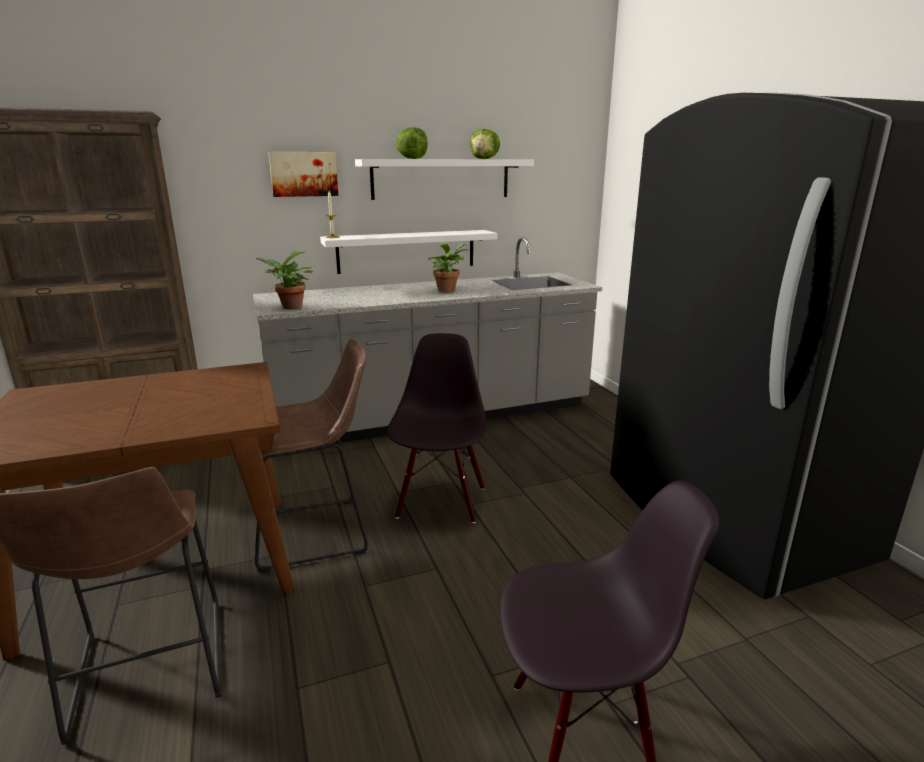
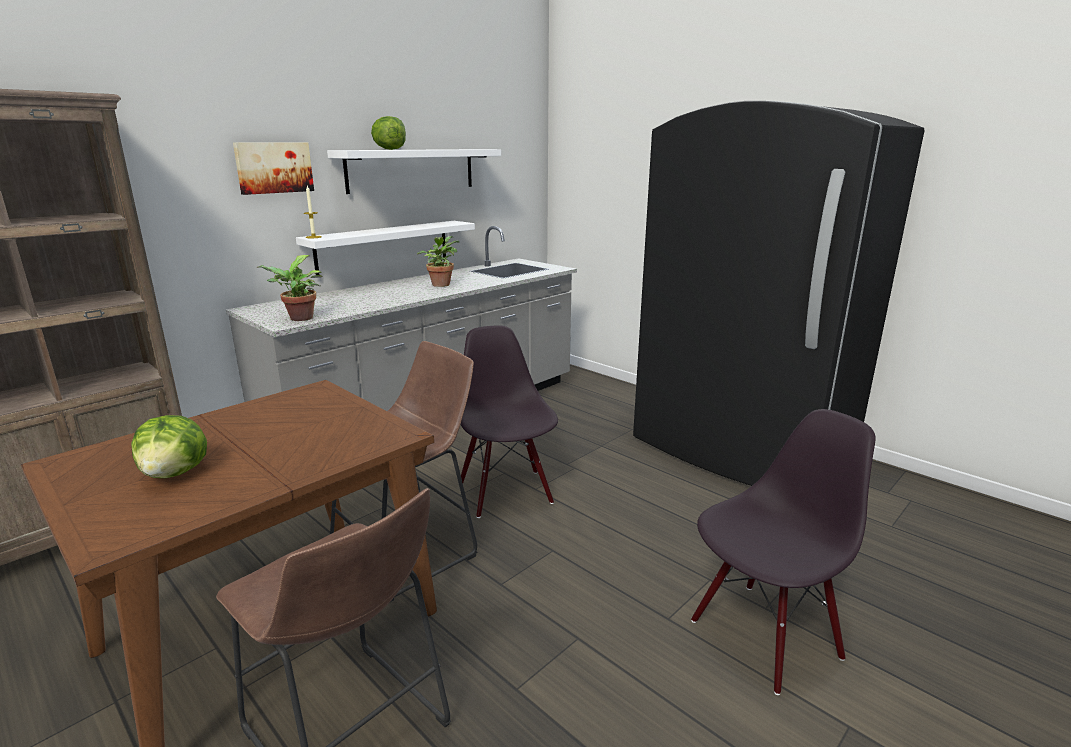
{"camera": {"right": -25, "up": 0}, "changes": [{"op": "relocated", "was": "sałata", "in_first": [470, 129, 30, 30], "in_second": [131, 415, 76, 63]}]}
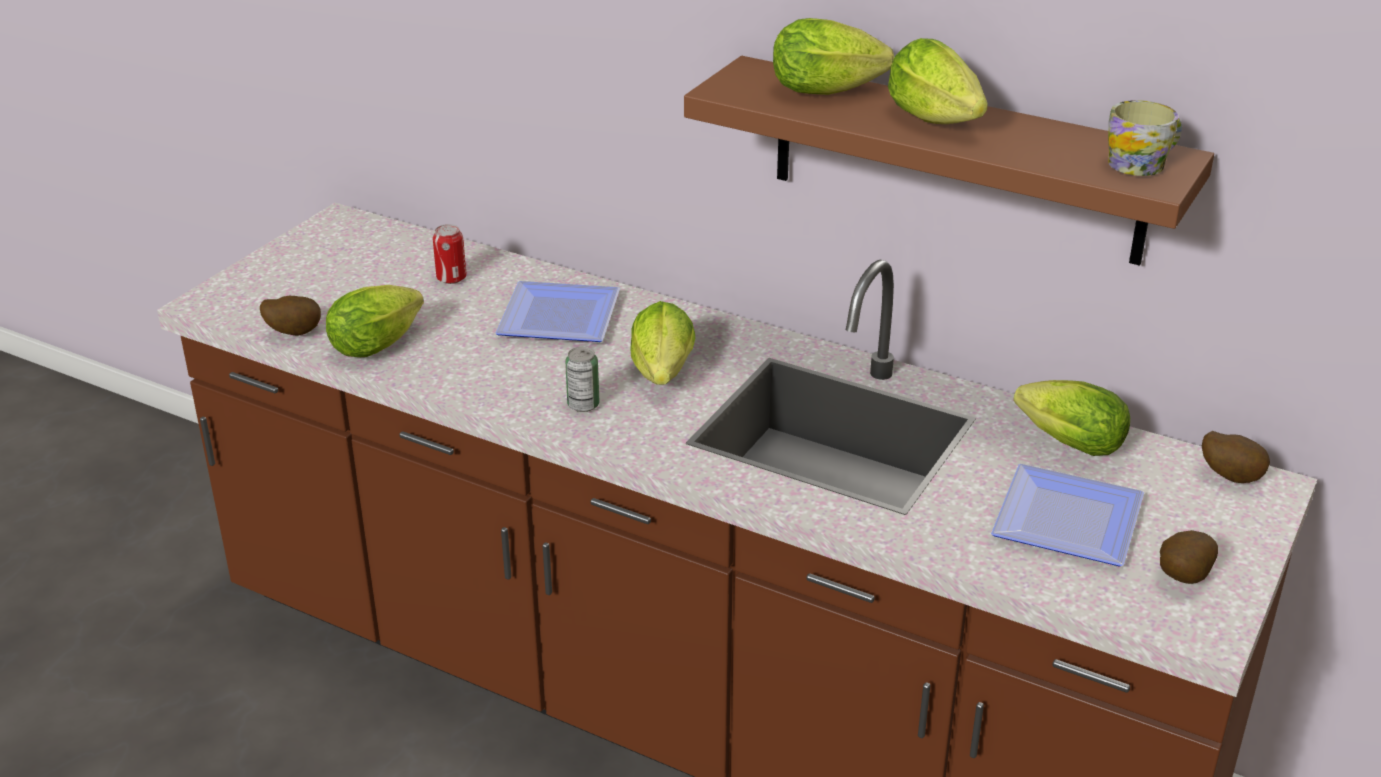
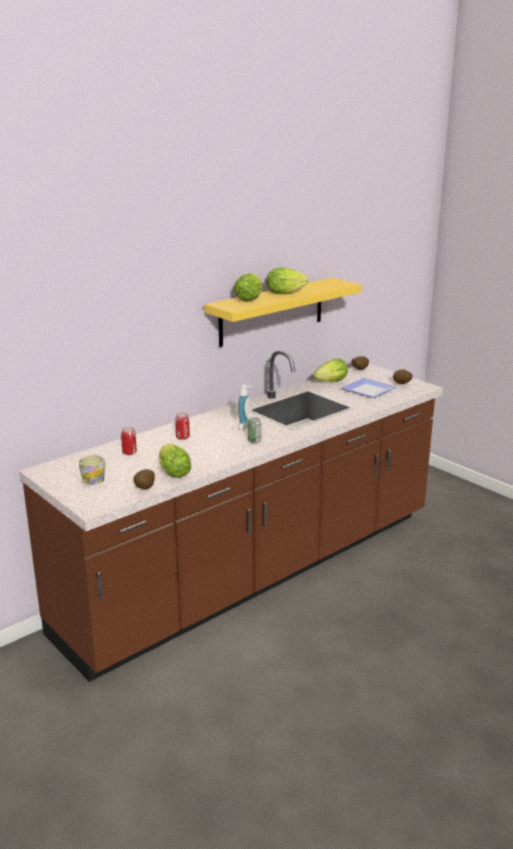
{"camera": {"right": -70, "up": -10}, "changes": [{"op": "exchanged", "was": "talerz", "now": "puszka", "in_first": [495, 281, 125, 61], "in_second": [175, 413, 15, 27]}, {"op": "exchanged", "was": "sałata", "now": "dozownik mydła", "in_first": [631, 301, 64, 84], "in_second": [238, 385, 14, 45]}, {"op": "colour", "was": "półka [brązowy]", "now": "półka [żółty]", "in_first": [684, 56, 530, 210], "in_second": [204, 278, 158, 69]}, {"op": "relocated", "was": "kubek", "in_first": [1108, 100, 74, 76], "in_second": [79, 456, 26, 29]}]}
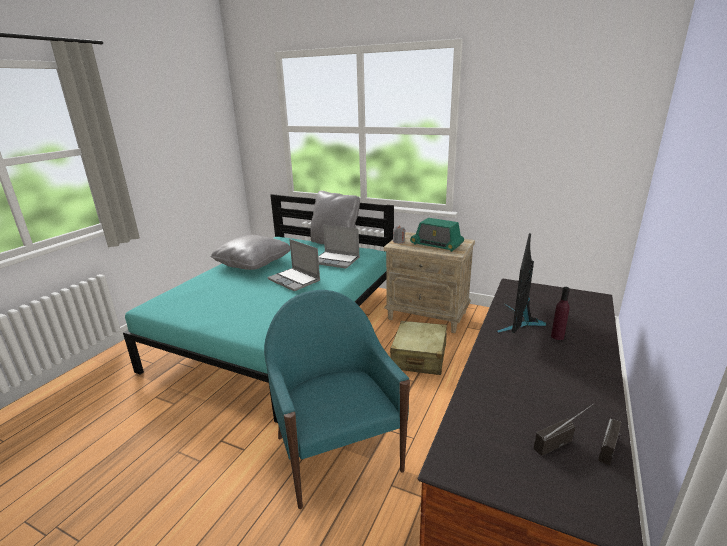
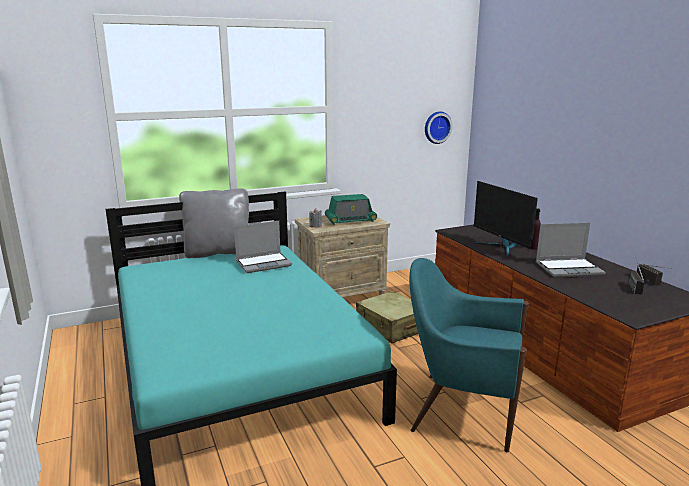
{"camera": {"right": -50, "up": -5}, "changes": [{"op": "missing", "was": "poduszka [szary]", "in_first": [210, 235, 80, 35]}, {"op": "relocated", "was": "laptop", "in_first": [267, 239, 53, 52], "in_second": [536, 223, 70, 54]}, {"op": "appeared", "now": "zegar ścienny", "in_second": [425, 111, 28, 33]}]}
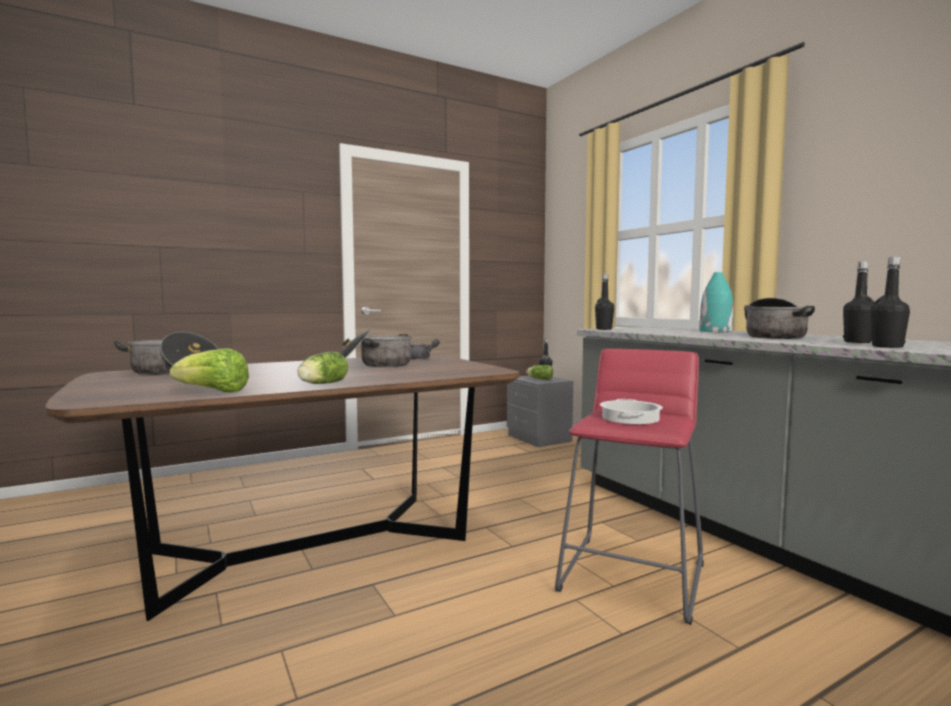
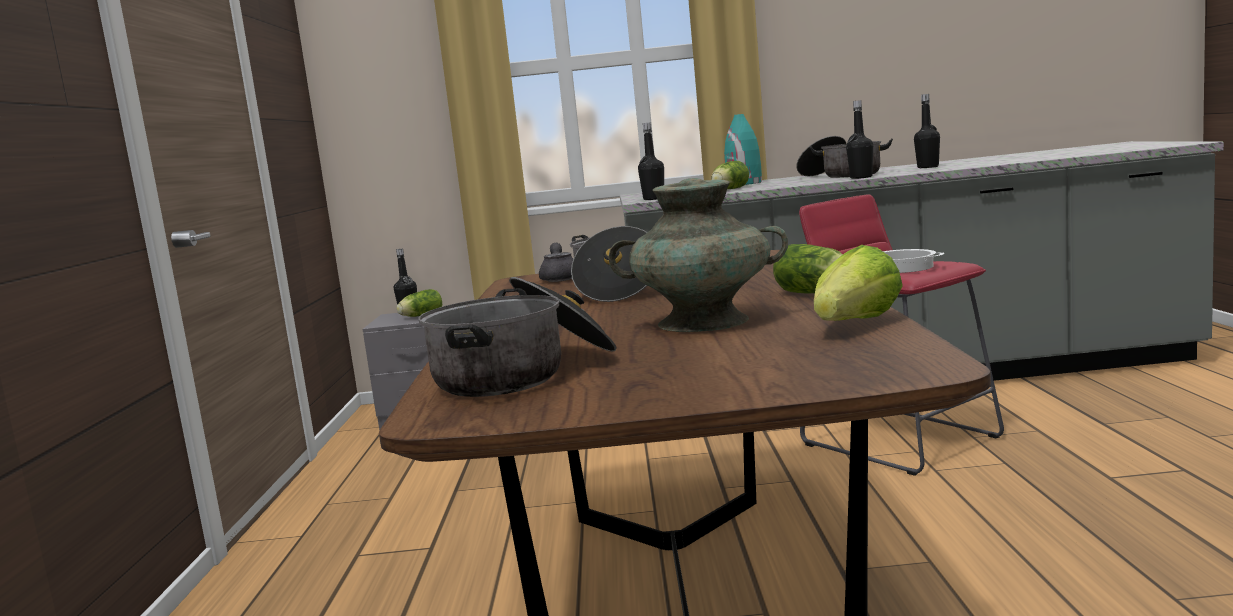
{"camera": {"right": -60, "up": 5}, "changes": [{"op": "relocated", "was": "butelka [czarny]", "in_first": [871, 257, 39, 91], "in_second": [846, 100, 27, 79]}, {"op": "appeared", "now": "wazon [turkusowy]", "in_second": [609, 178, 179, 154]}, {"op": "appeared", "now": "sałata", "in_second": [711, 161, 38, 28]}]}
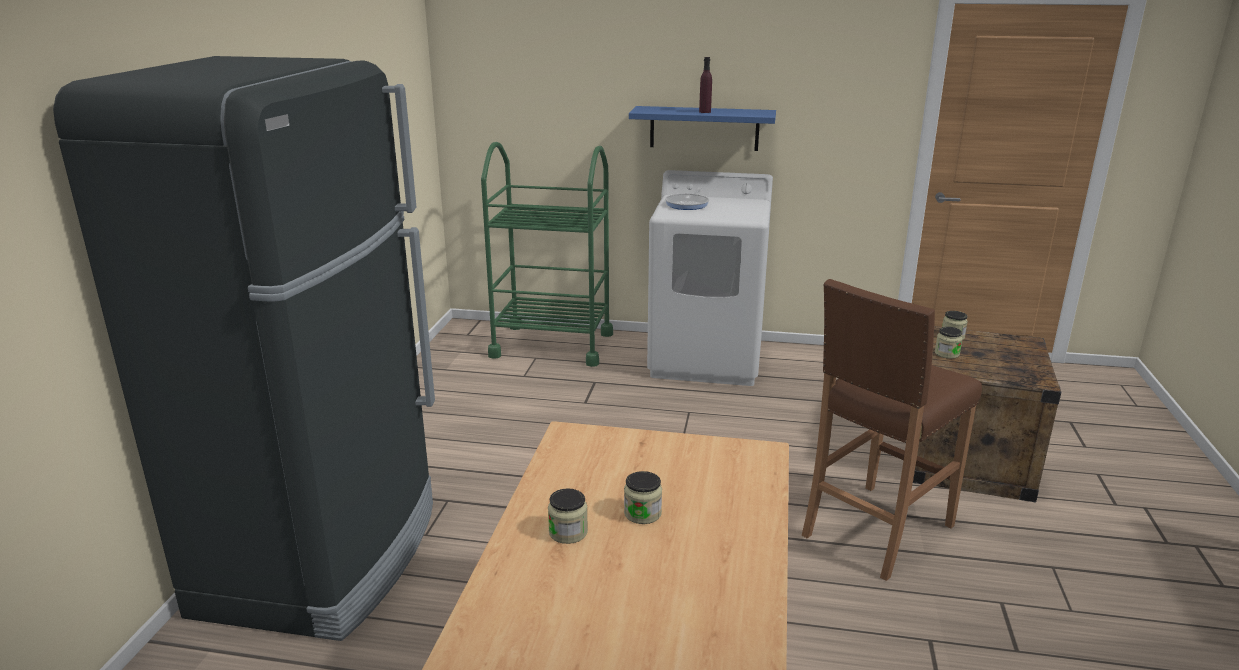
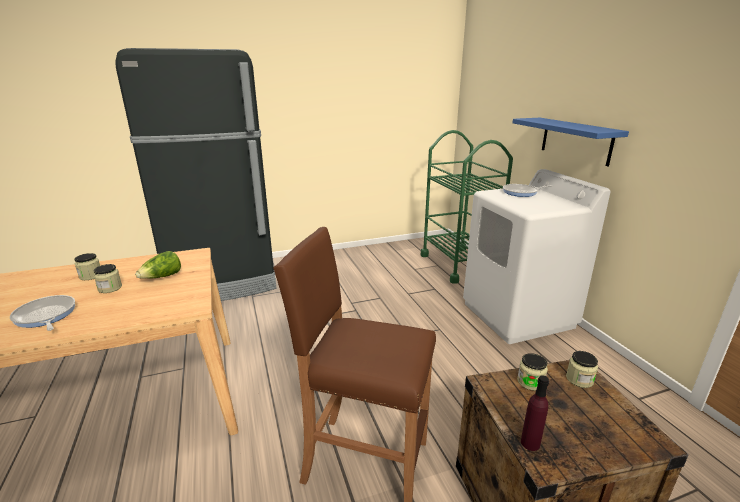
{"camera": {"right": 60, "up": 0}, "changes": [{"op": "relocated", "was": "butelka [fioletowy]", "in_first": [699, 57, 13, 56], "in_second": [521, 375, 28, 76]}, {"op": "appeared", "now": "patelnia", "in_second": [10, 295, 65, 36]}, {"op": "appeared", "now": "sałata", "in_second": [135, 251, 46, 28]}]}
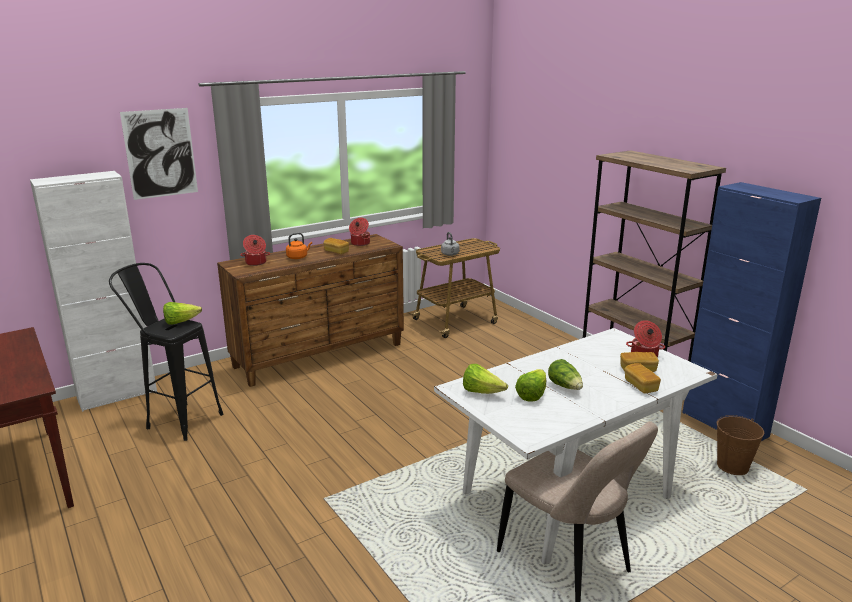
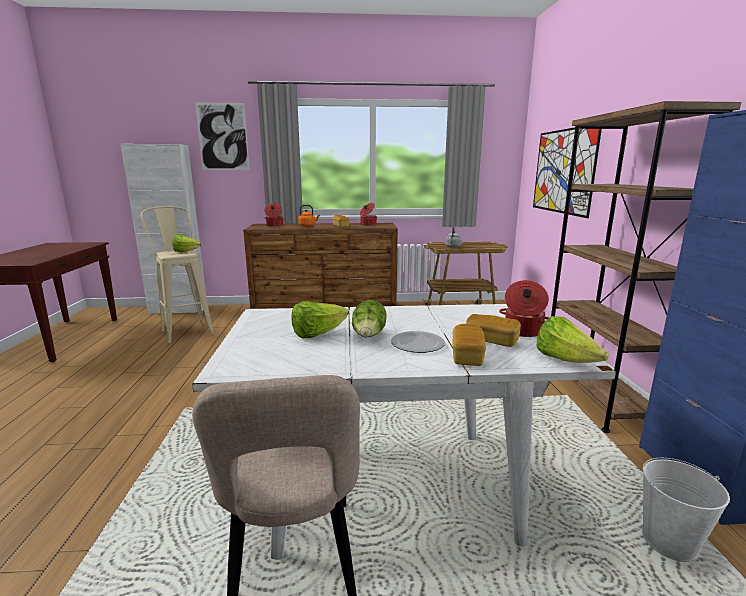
{"camera": {"right": 30, "up": -5}, "changes": [{"op": "colour", "was": "stołek [czarny]", "now": "stołek [beżowy]", "in_first": [109, 263, 114, 178], "in_second": [141, 206, 73, 137]}, {"op": "relocated", "was": "sałata", "in_first": [463, 364, 45, 30], "in_second": [537, 316, 72, 47]}, {"op": "colour", "was": "wiadro [brązowy]", "now": "wiadro [biały]", "in_first": [717, 415, 47, 60], "in_second": [642, 458, 88, 104]}, {"op": "appeared", "now": "talerz", "in_second": [391, 331, 54, 22]}, {"op": "appeared", "now": "obraz", "in_second": [533, 127, 69, 91]}]}
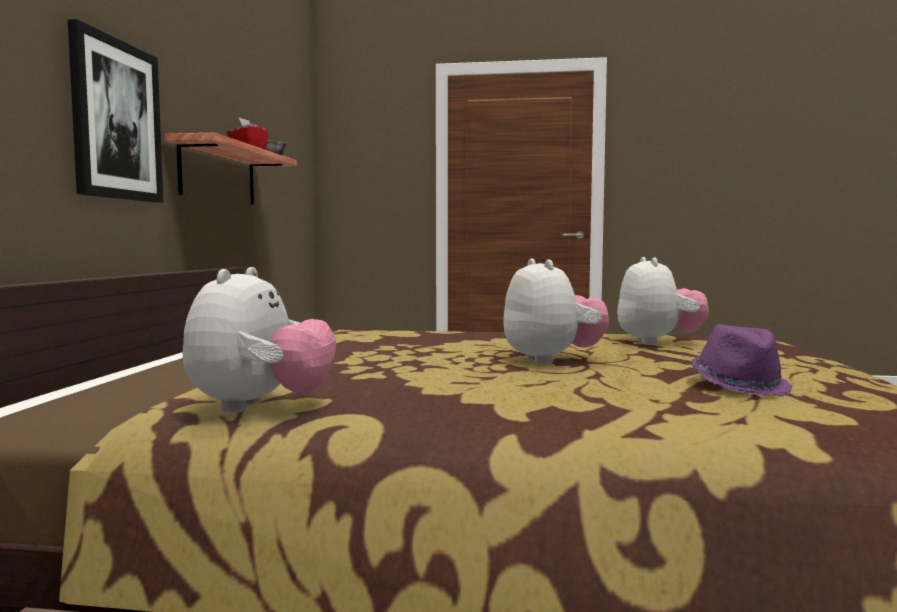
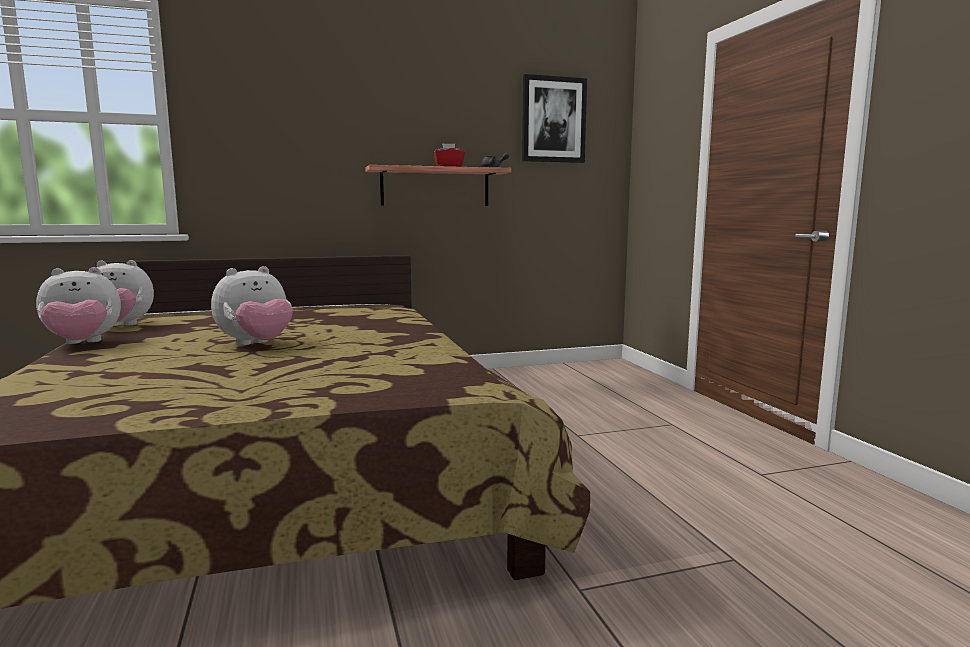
{"camera": {"right": 65, "up": 5}, "changes": [{"op": "relocated", "was": "obraz", "in_first": [68, 19, 95, 183], "in_second": [522, 74, 65, 89]}, {"op": "relocated", "was": "pluszak", "in_first": [617, 257, 91, 88], "in_second": [36, 267, 85, 77]}, {"op": "missing", "was": "kapelusz [fioletowy]", "in_first": [691, 324, 102, 72]}]}
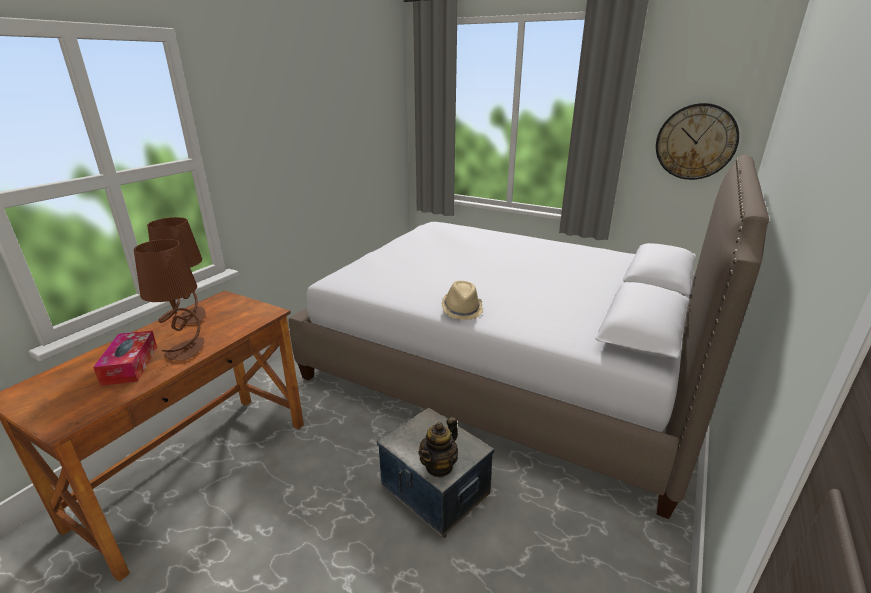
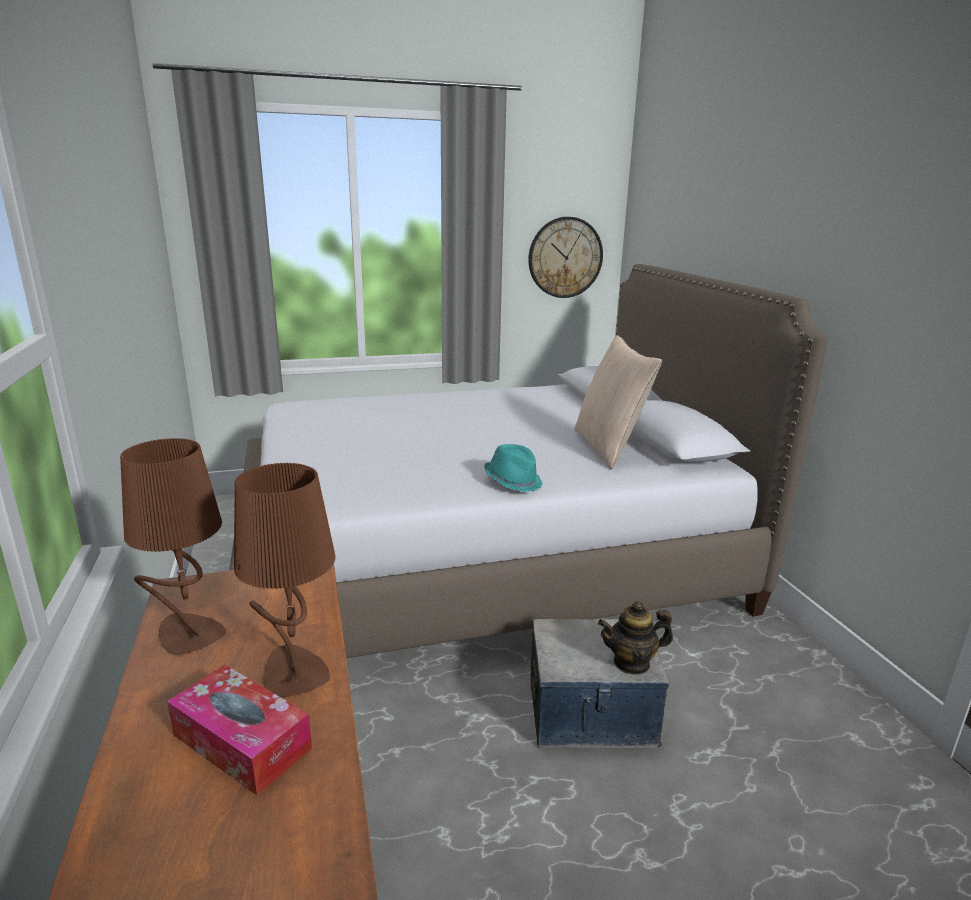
{"camera": {"right": -45, "up": -5}, "changes": [{"op": "spun", "was": "imbryk", "in_first": [418, 417, 40, 60], "in_second": [598, 601, 75, 74], "clockwise": 90}, {"op": "colour", "was": "kapelusz [beżowy]", "now": "kapelusz [turkusowy]", "in_first": [442, 281, 41, 39], "in_second": [484, 444, 59, 48]}, {"op": "appeared", "now": "poduszka [beżowy]", "in_second": [574, 335, 88, 134]}]}
